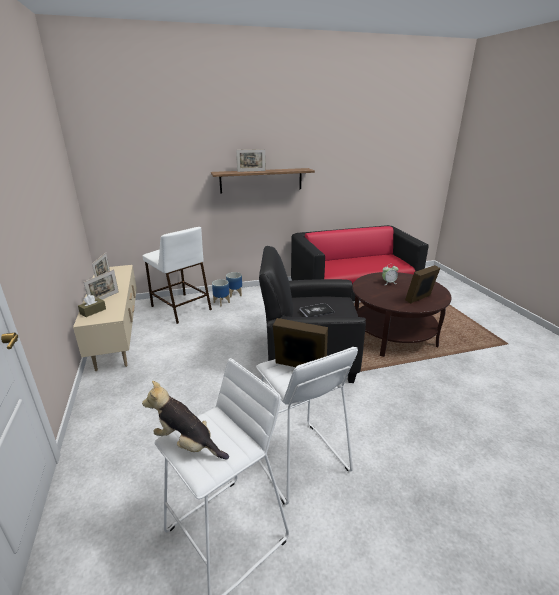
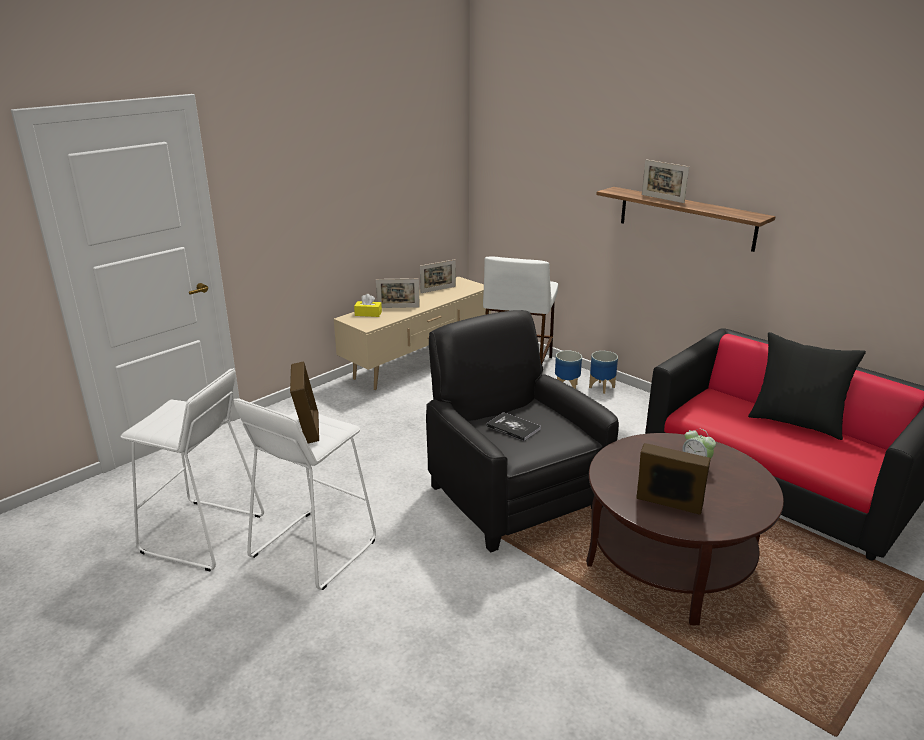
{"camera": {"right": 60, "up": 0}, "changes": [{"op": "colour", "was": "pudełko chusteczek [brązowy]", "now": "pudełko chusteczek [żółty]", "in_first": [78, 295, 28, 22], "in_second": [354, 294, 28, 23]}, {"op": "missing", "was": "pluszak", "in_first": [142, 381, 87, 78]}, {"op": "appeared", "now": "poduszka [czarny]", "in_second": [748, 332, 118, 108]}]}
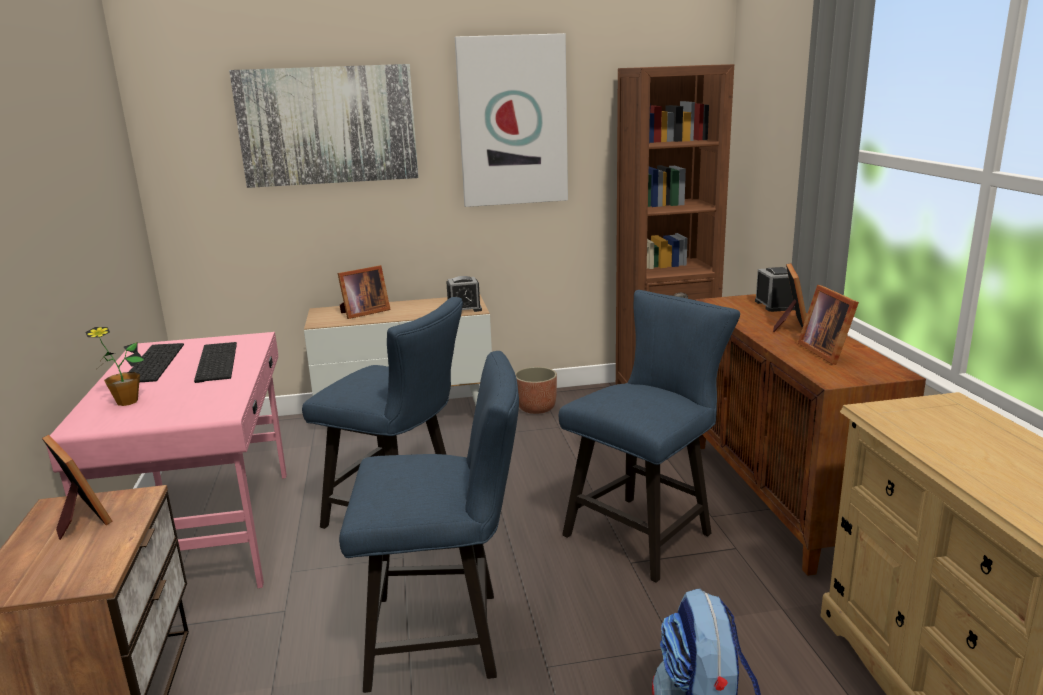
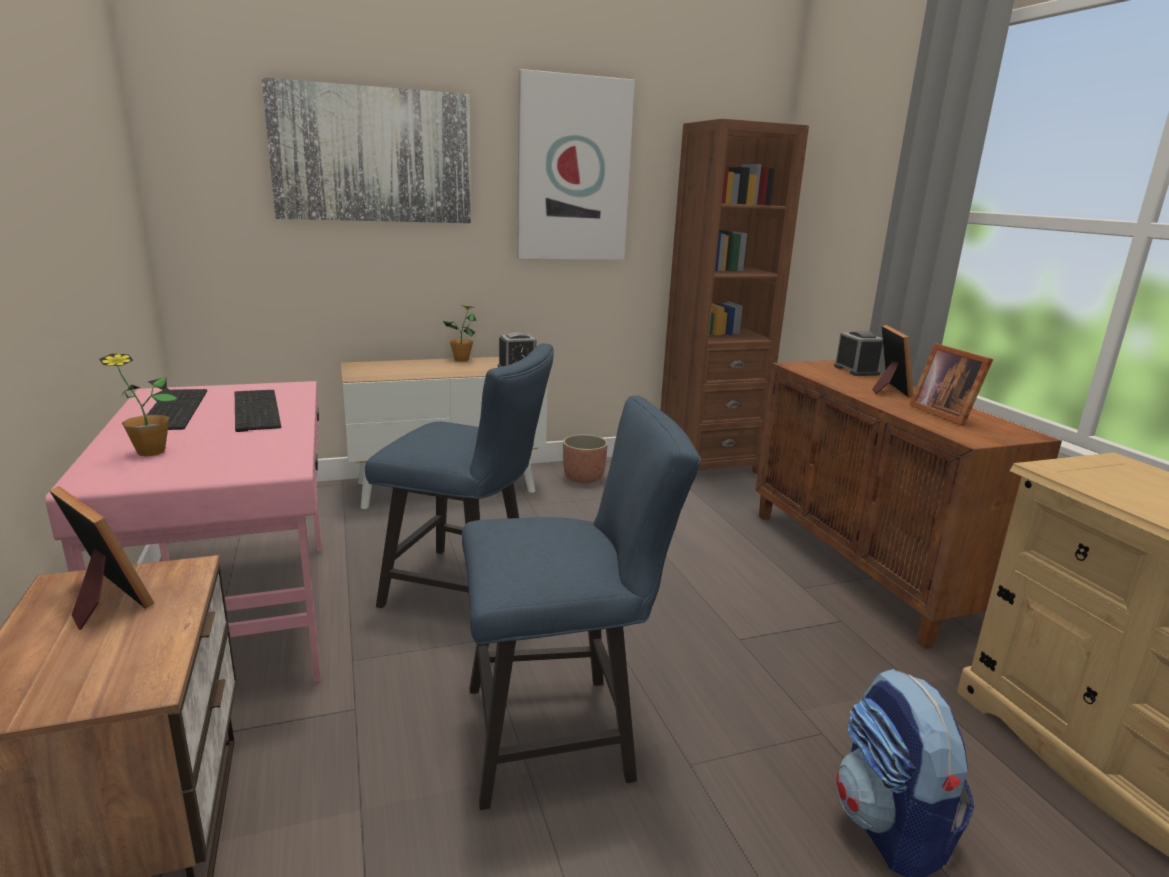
{"camera": {"right": -10, "up": 0}, "changes": [{"op": "missing", "was": "ramka na zdjęcie", "in_first": [338, 265, 53, 54]}, {"op": "missing", "was": "krzesło [niebieski]", "in_first": [559, 290, 181, 293]}, {"op": "appeared", "now": "roślina doniczkowa", "in_second": [443, 305, 34, 57]}]}
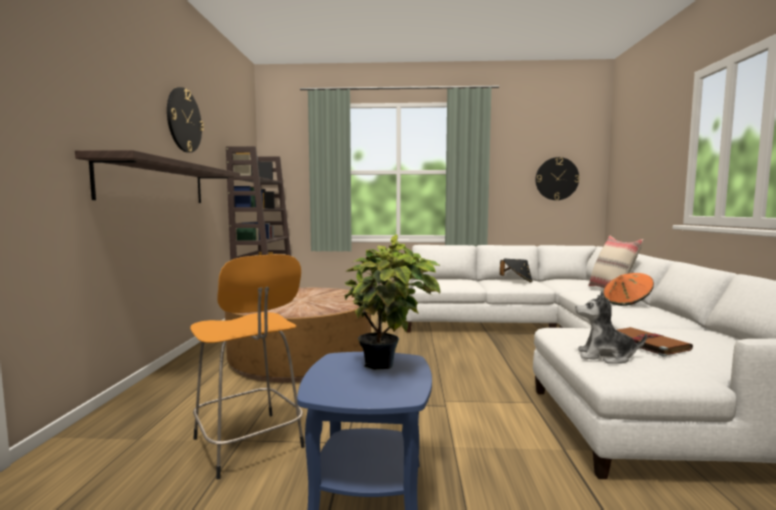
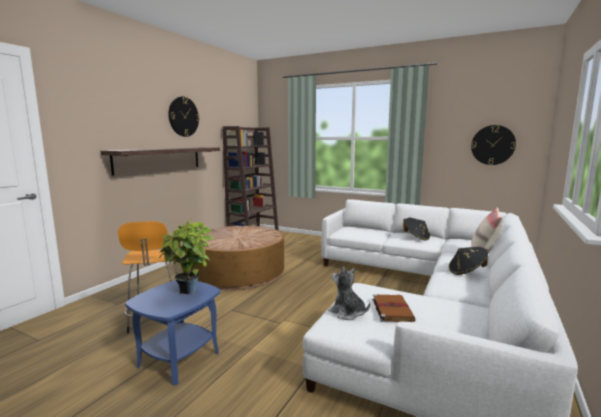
{"camera": {"right": 25, "up": 5}, "changes": [{"op": "colour", "was": "kapelusz [pomarańczowy]", "now": "kapelusz [czarny]", "in_first": [603, 273, 51, 33], "in_second": [449, 247, 39, 28]}]}
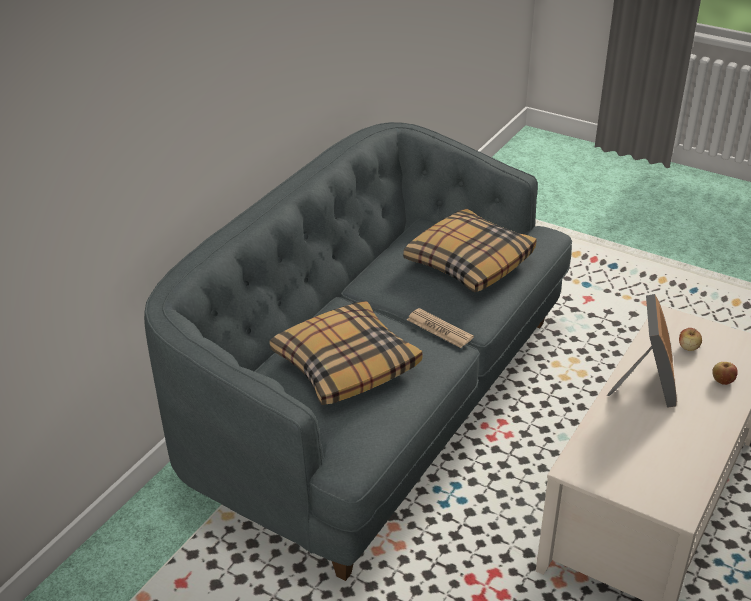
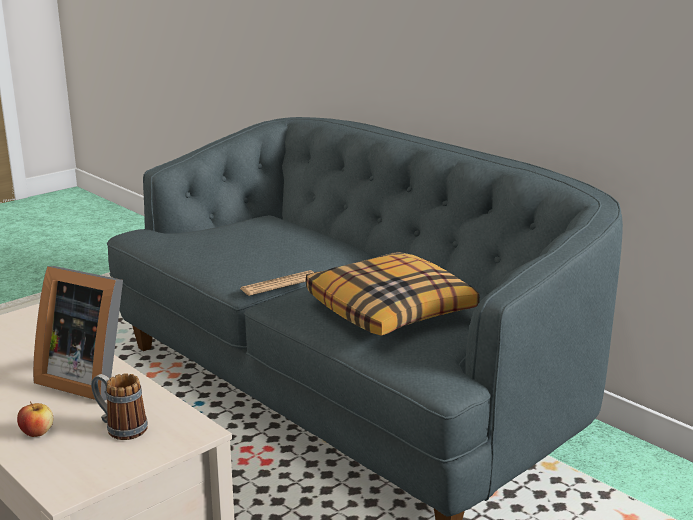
{"camera": {"right": 105, "up": -15}, "changes": [{"op": "missing", "was": "poduszka", "in_first": [269, 301, 154, 104]}, {"op": "exchanged", "was": "jabłko", "now": "kubek", "in_first": [679, 328, 23, 23], "in_second": [91, 373, 57, 67]}]}
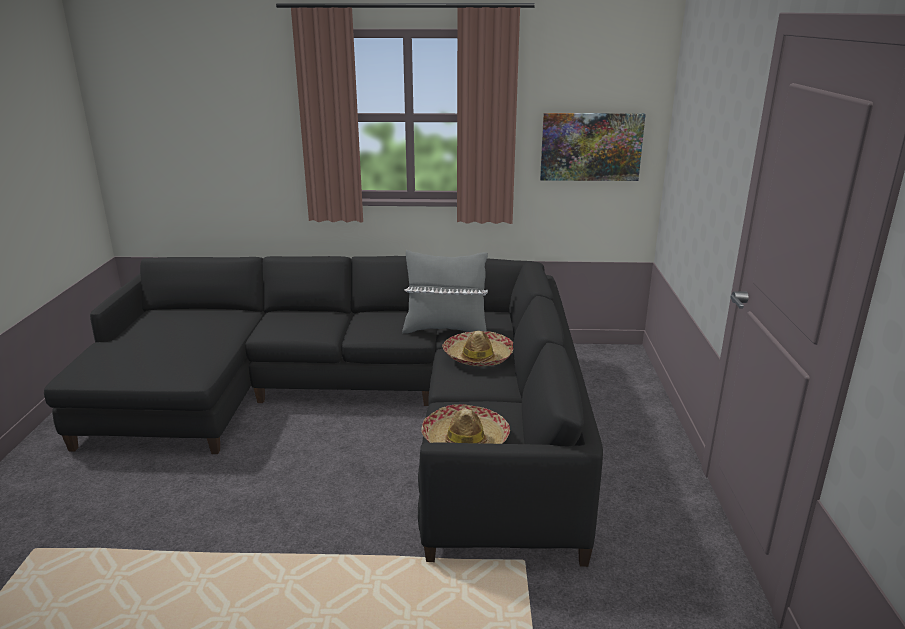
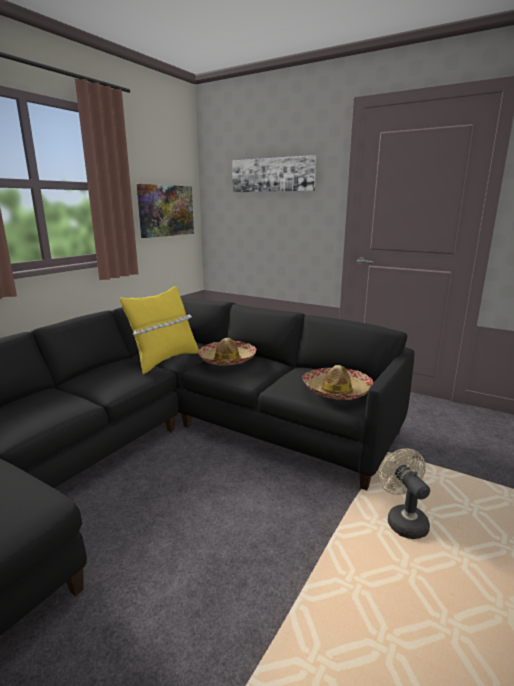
{"camera": {"right": -60, "up": -5}, "changes": [{"op": "colour", "was": "poduszka [szary]", "now": "poduszka [żółty]", "in_first": [402, 250, 86, 84], "in_second": [120, 286, 79, 88]}, {"op": "appeared", "now": "obraz", "in_second": [232, 155, 84, 37]}, {"op": "appeared", "now": "wentylator [beżowy]", "in_second": [379, 449, 51, 90]}]}
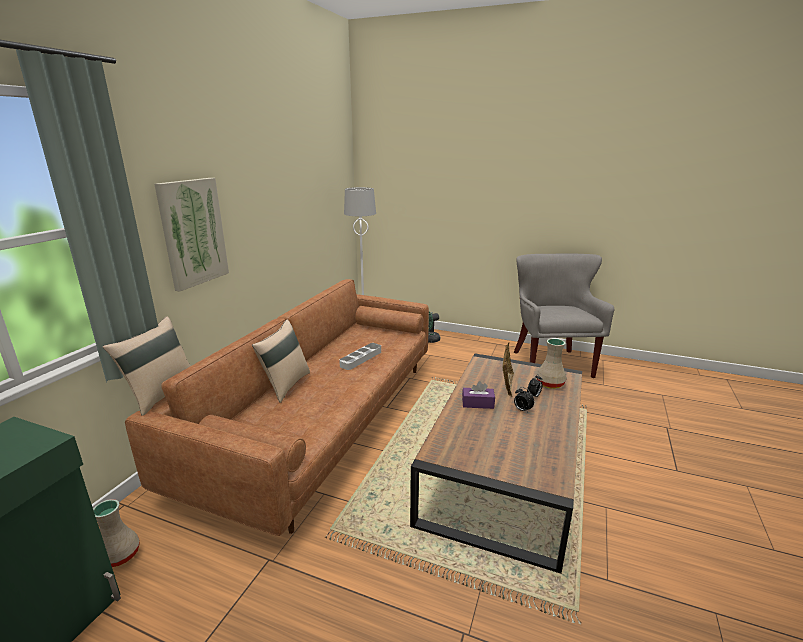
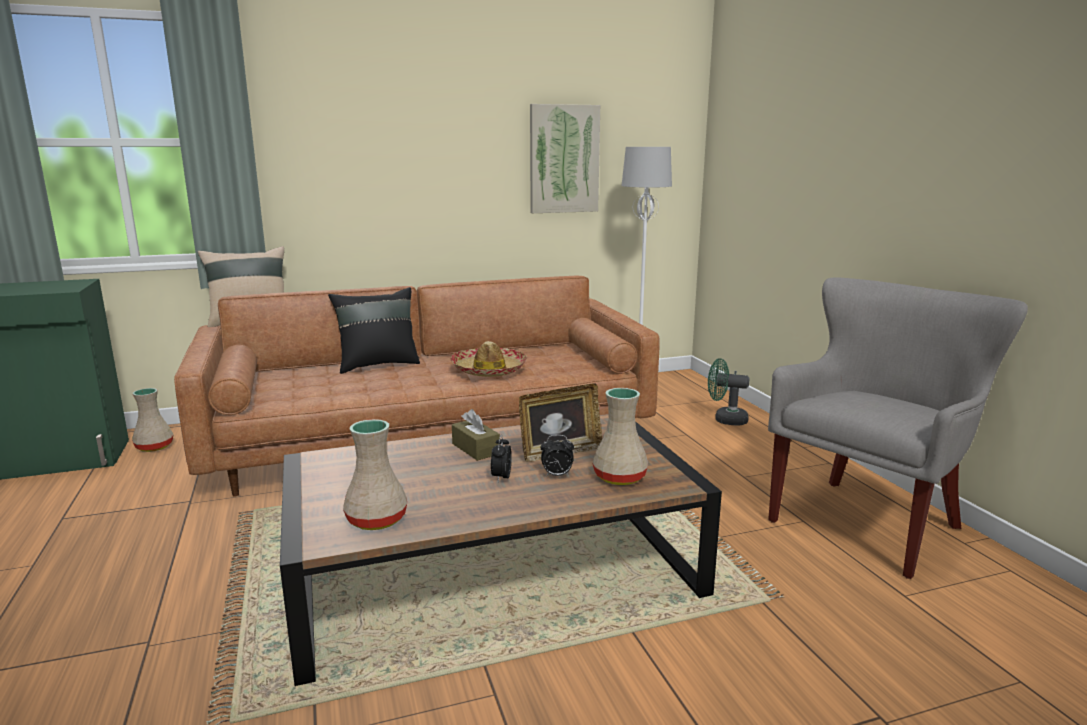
{"camera": {"right": 50, "up": -5}, "changes": [{"op": "relocated", "was": "obraz", "in_first": [155, 178, 74, 114], "in_second": [530, 104, 70, 109]}, {"op": "colour", "was": "poduszka [beżowy]", "now": "poduszka [czarny]", "in_first": [252, 320, 58, 83], "in_second": [328, 287, 92, 87]}, {"op": "exchanged", "was": "taca [szary]", "now": "kapelusz", "in_first": [339, 343, 42, 27], "in_second": [450, 341, 77, 36]}, {"op": "colour", "was": "pudełko chusteczek [fioletowy]", "now": "pudełko chusteczek [brązowy]", "in_first": [462, 381, 33, 28], "in_second": [452, 409, 48, 52]}, {"op": "appeared", "now": "wazon [beżowy]", "in_second": [343, 419, 64, 111]}]}
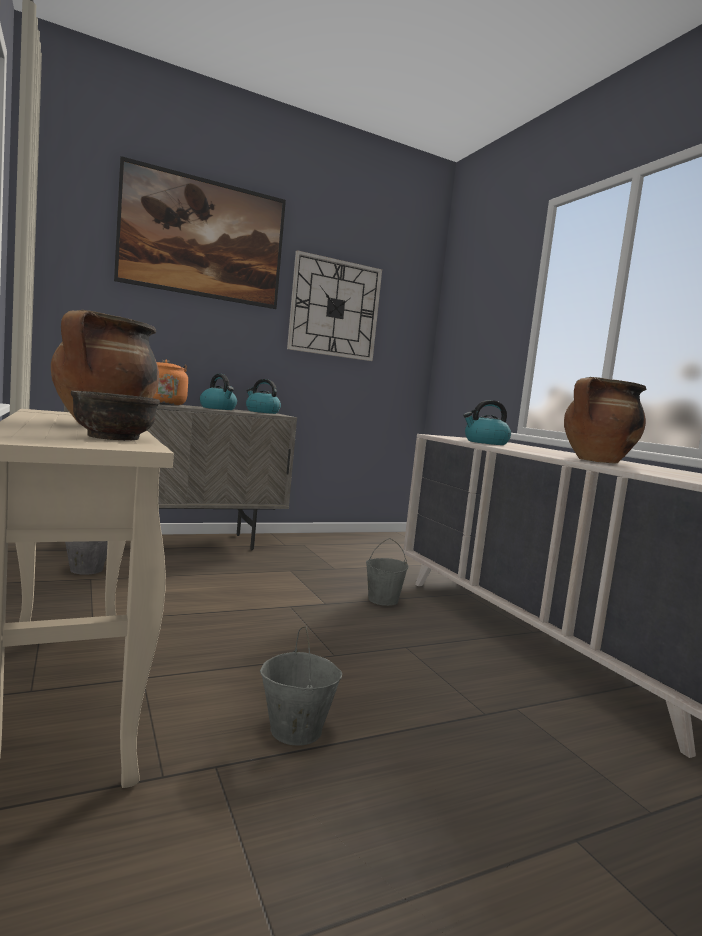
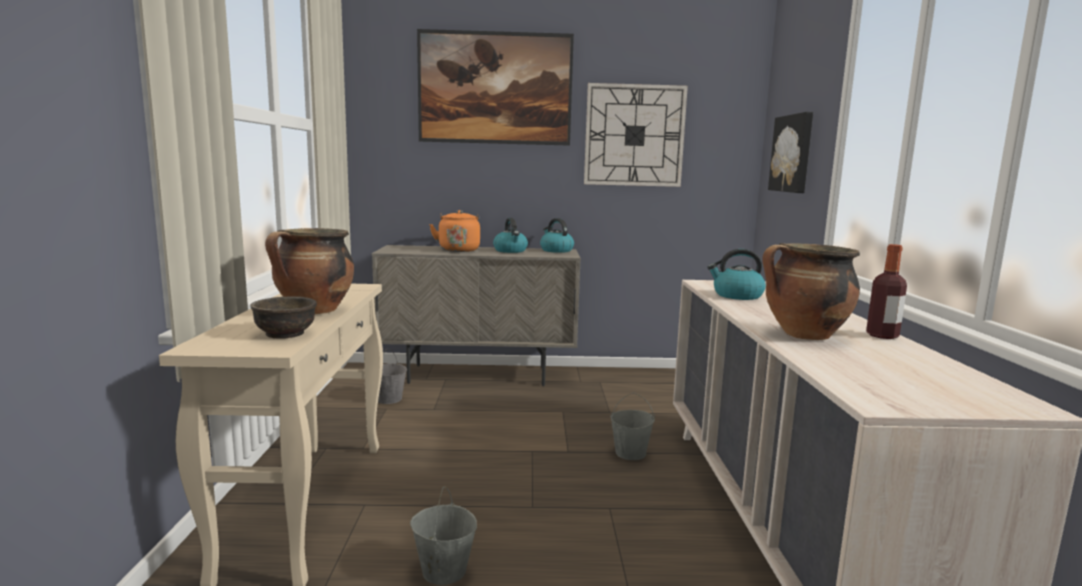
{"camera": {"right": 25, "up": 5}, "changes": [{"op": "appeared", "now": "obraz", "in_second": [768, 112, 45, 81]}, {"op": "appeared", "now": "butelka", "in_second": [866, 244, 41, 95]}]}
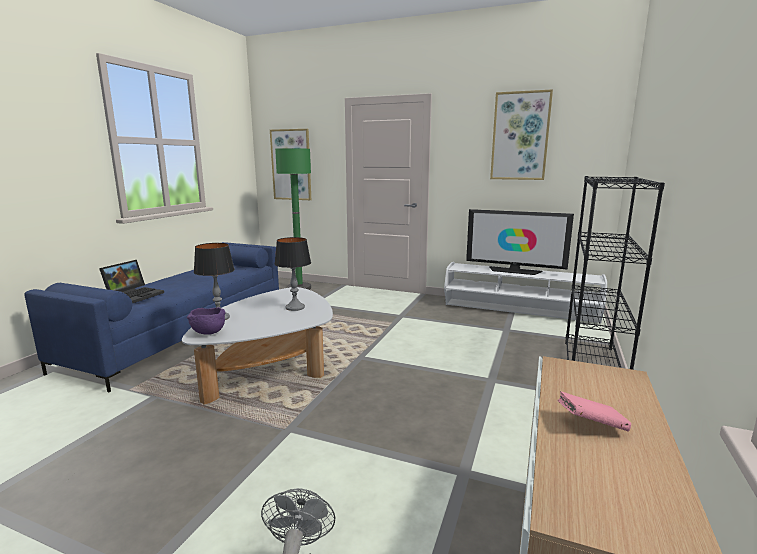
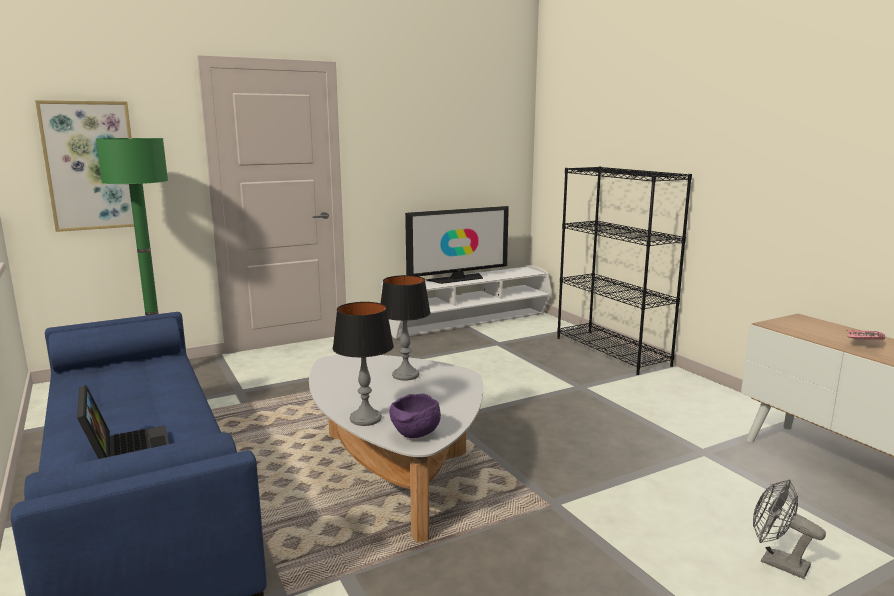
{"camera": {"right": -50, "up": 0}, "changes": [{"op": "missing", "was": "obraz", "in_first": [490, 89, 63, 91]}]}
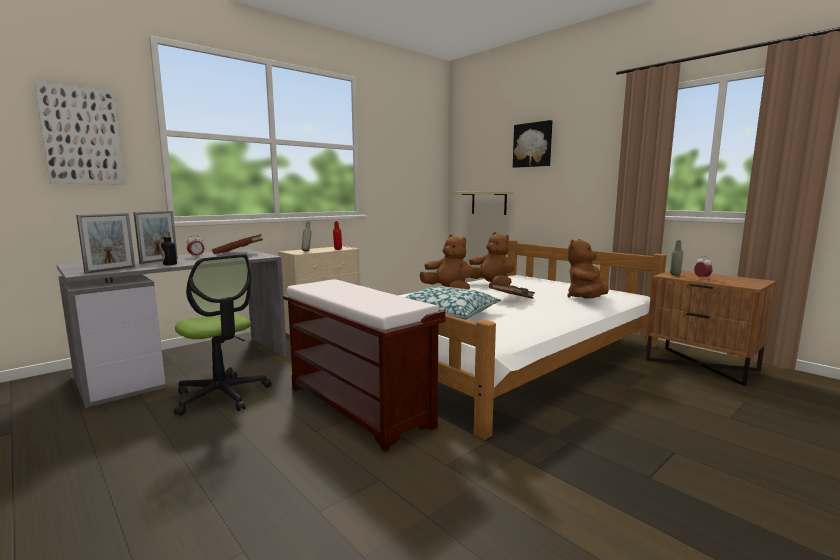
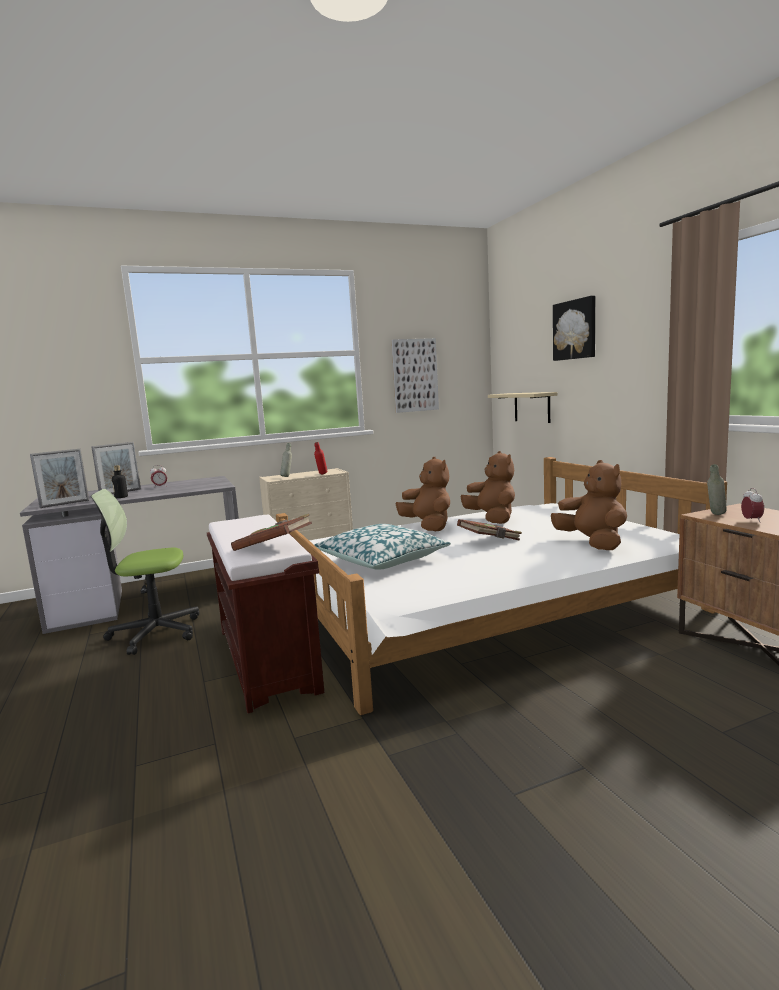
{"camera": {"right": 20, "up": 0}, "changes": [{"op": "relocated", "was": "obraz", "in_first": [34, 82, 91, 103], "in_second": [392, 338, 47, 75]}, {"op": "spun", "was": "krzesło biurowe", "in_first": [174, 254, 97, 161], "in_second": [91, 489, 108, 166], "clockwise": 105}, {"op": "relocated", "was": "książka [brązowy]", "in_first": [212, 234, 51, 20], "in_second": [231, 513, 81, 38]}, {"op": "spun", "was": "pluszak [brązowy]", "in_first": [567, 239, 42, 60], "in_second": [551, 460, 76, 90], "clockwise": 105}]}
